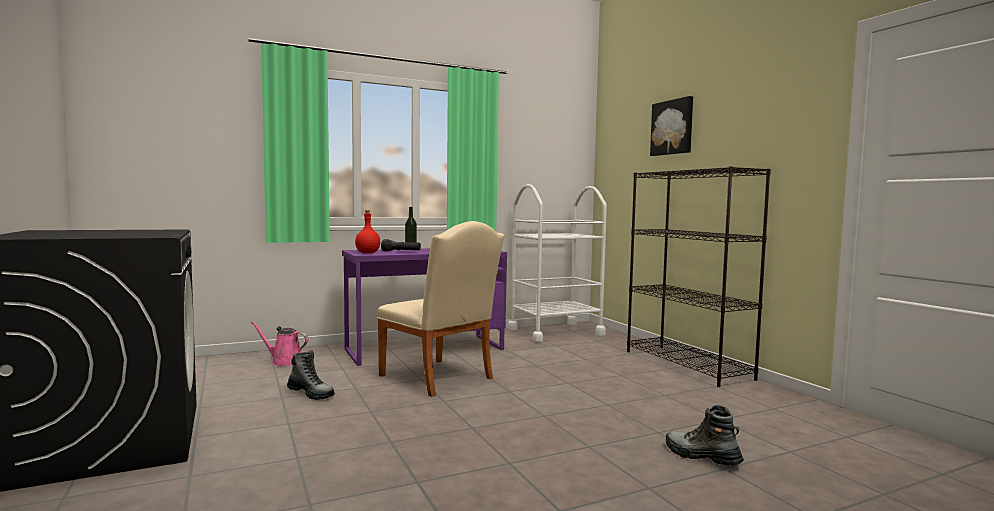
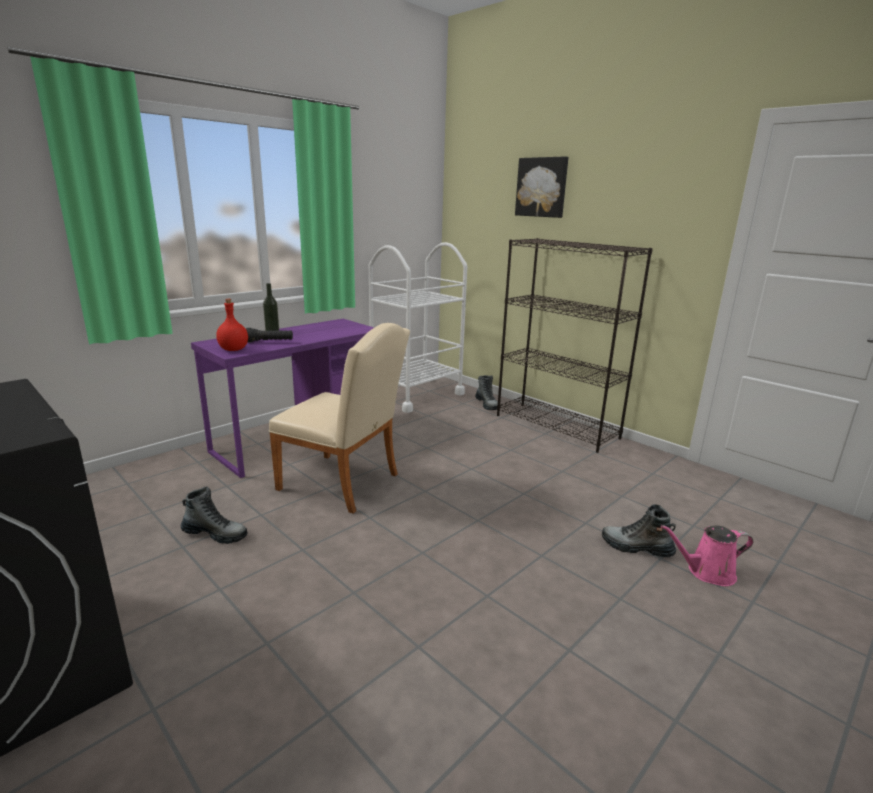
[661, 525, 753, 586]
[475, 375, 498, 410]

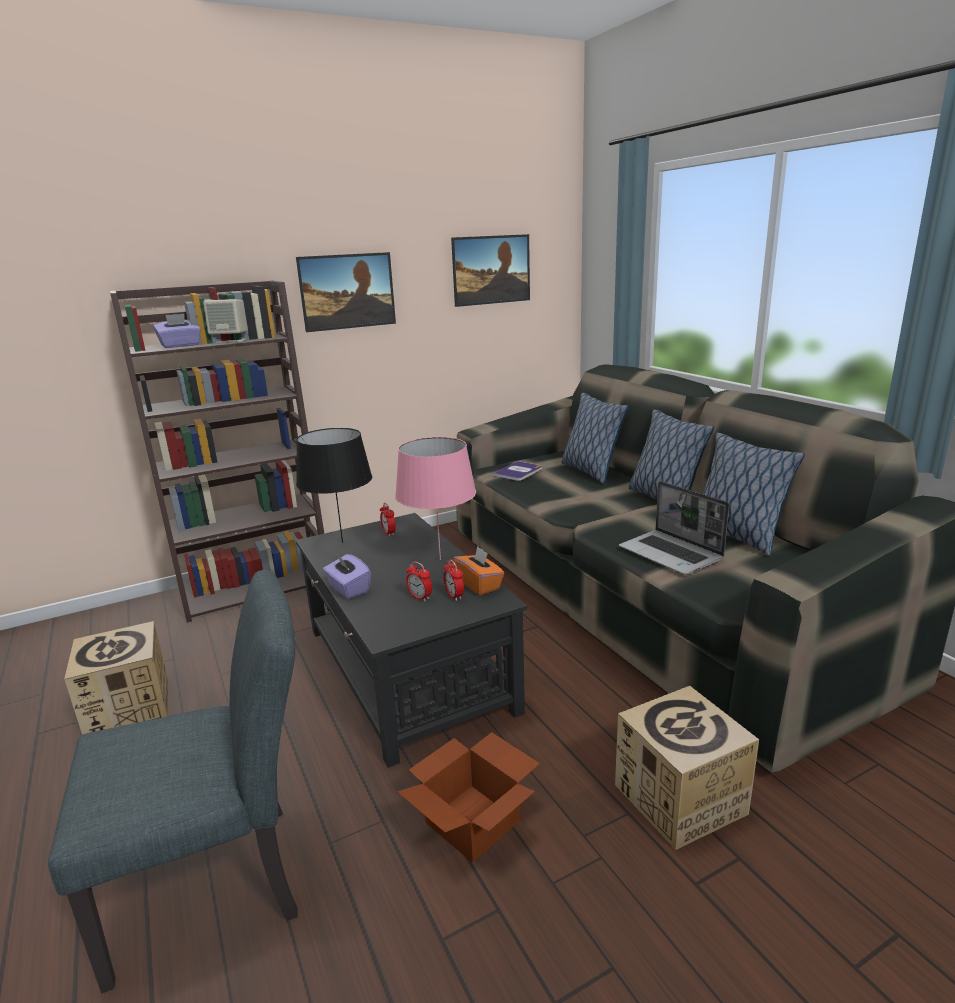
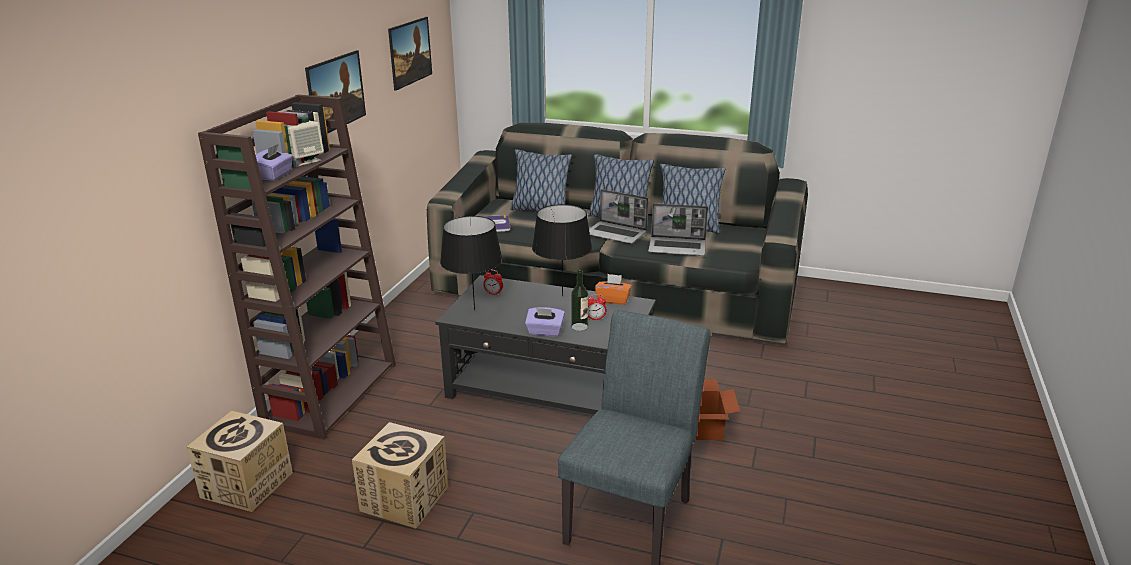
[532, 204, 592, 296]
[444, 559, 464, 601] (first image)
[187, 411, 293, 512]
[571, 270, 588, 331]
[589, 189, 649, 244]

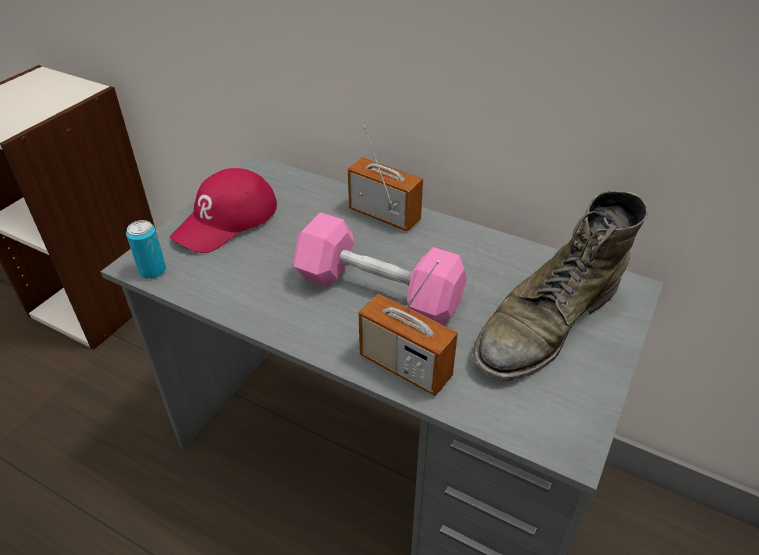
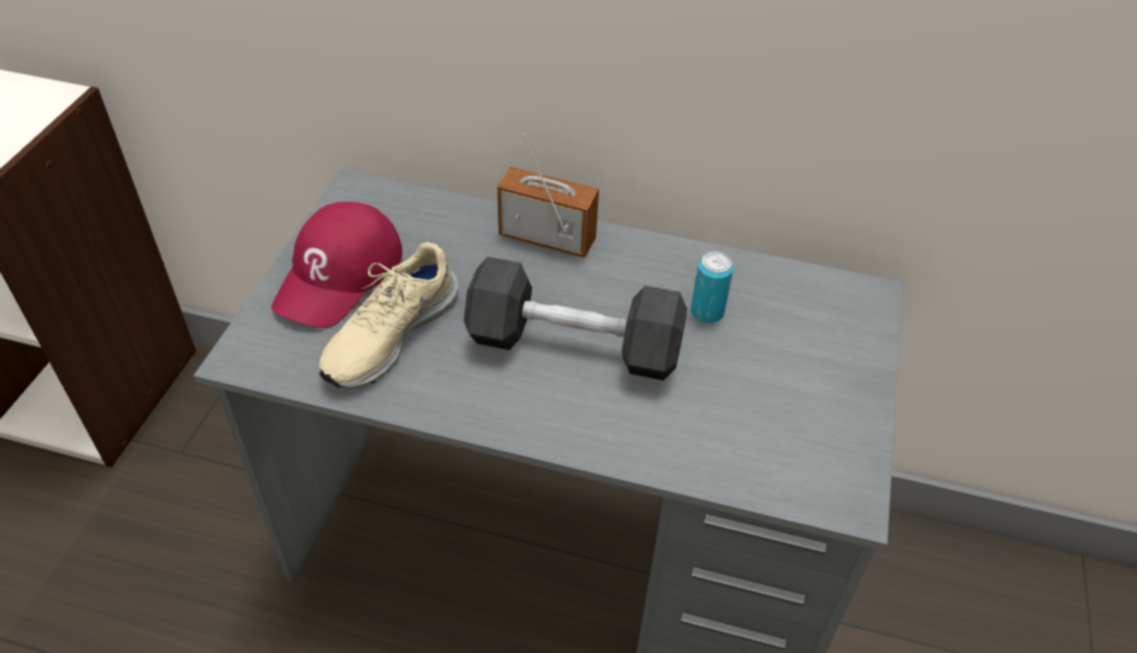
[691, 251, 734, 323]
[464, 257, 687, 381]
[359, 260, 458, 396] (first image)
[472, 191, 648, 382] (first image)
[319, 242, 458, 388]

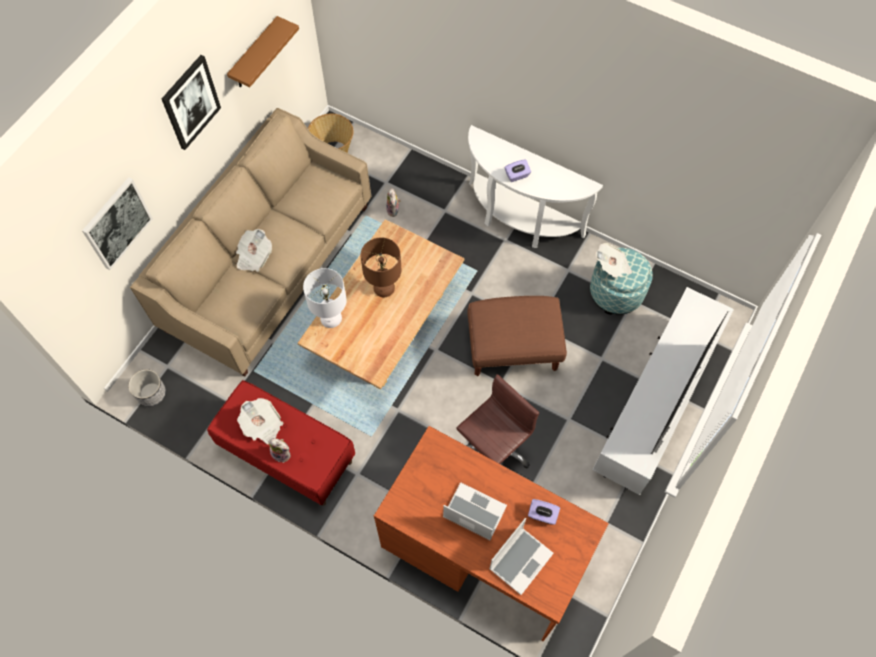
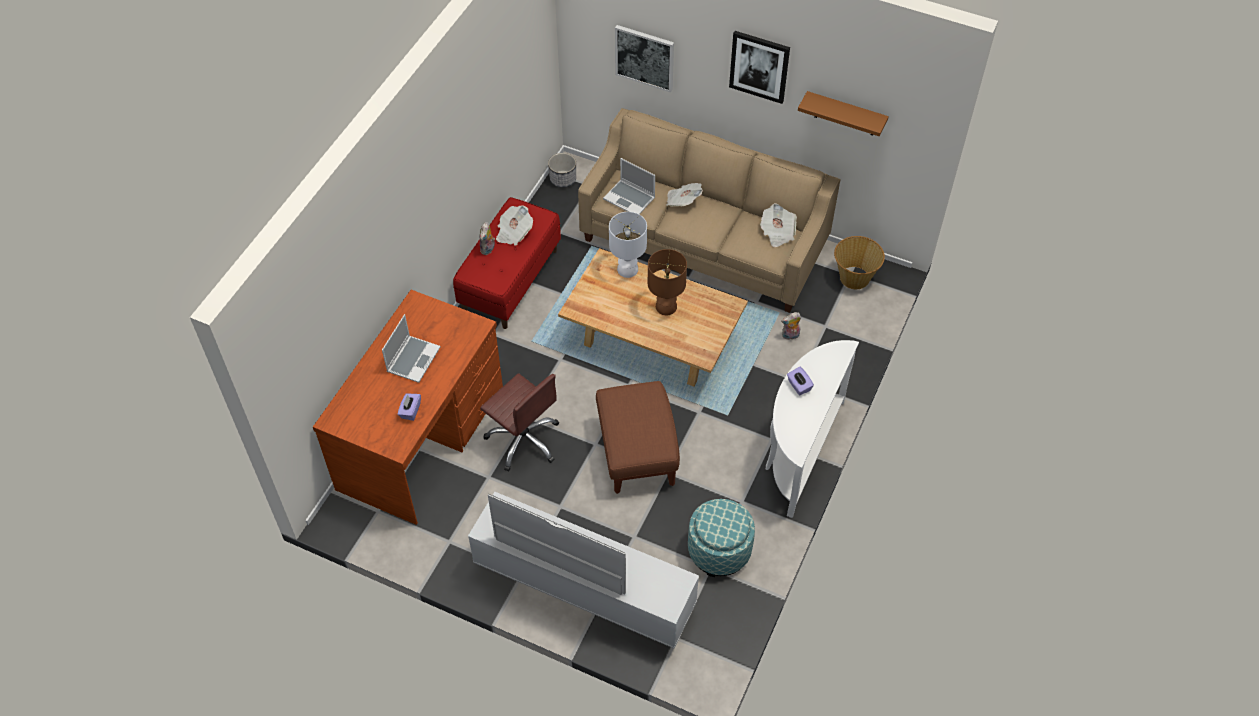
[603, 158, 655, 214]
[760, 203, 797, 247]

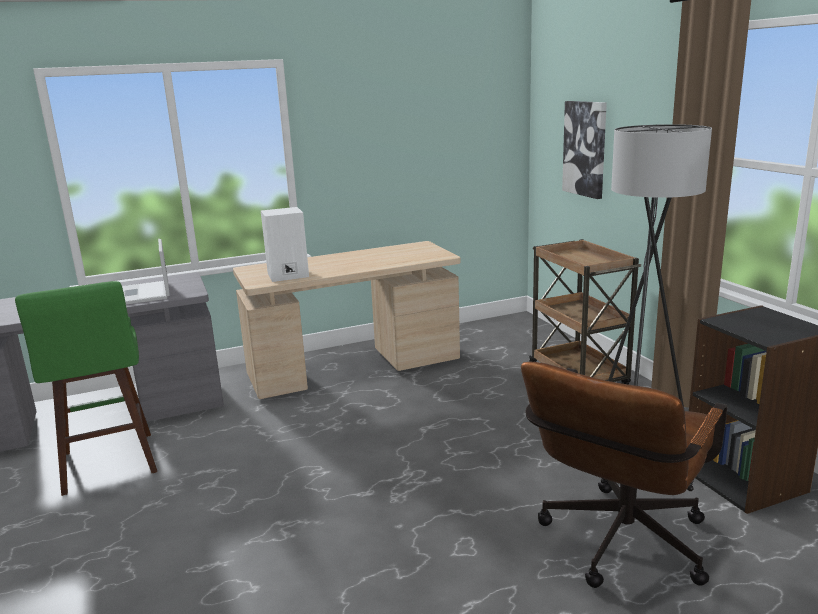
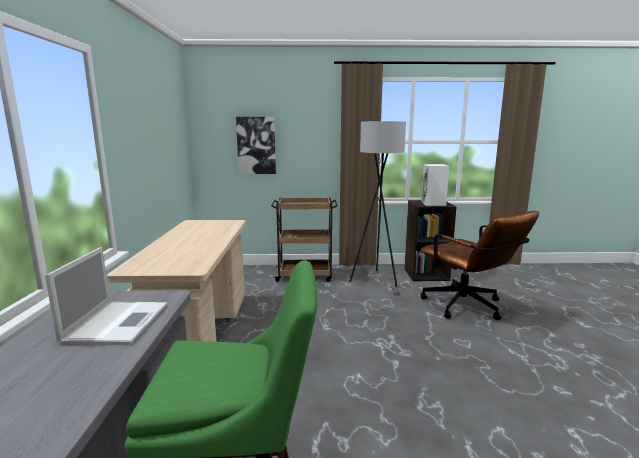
[45, 247, 167, 345]
[421, 164, 449, 206]

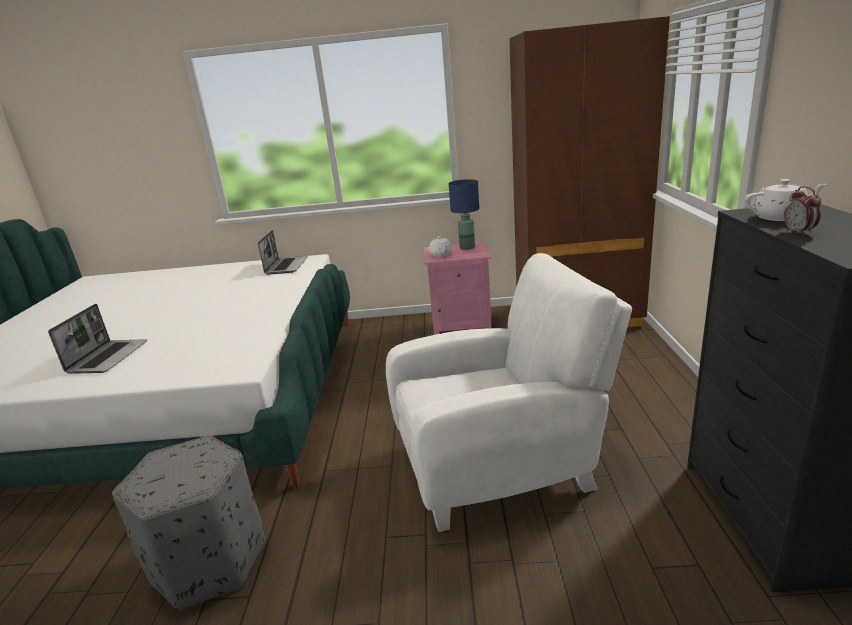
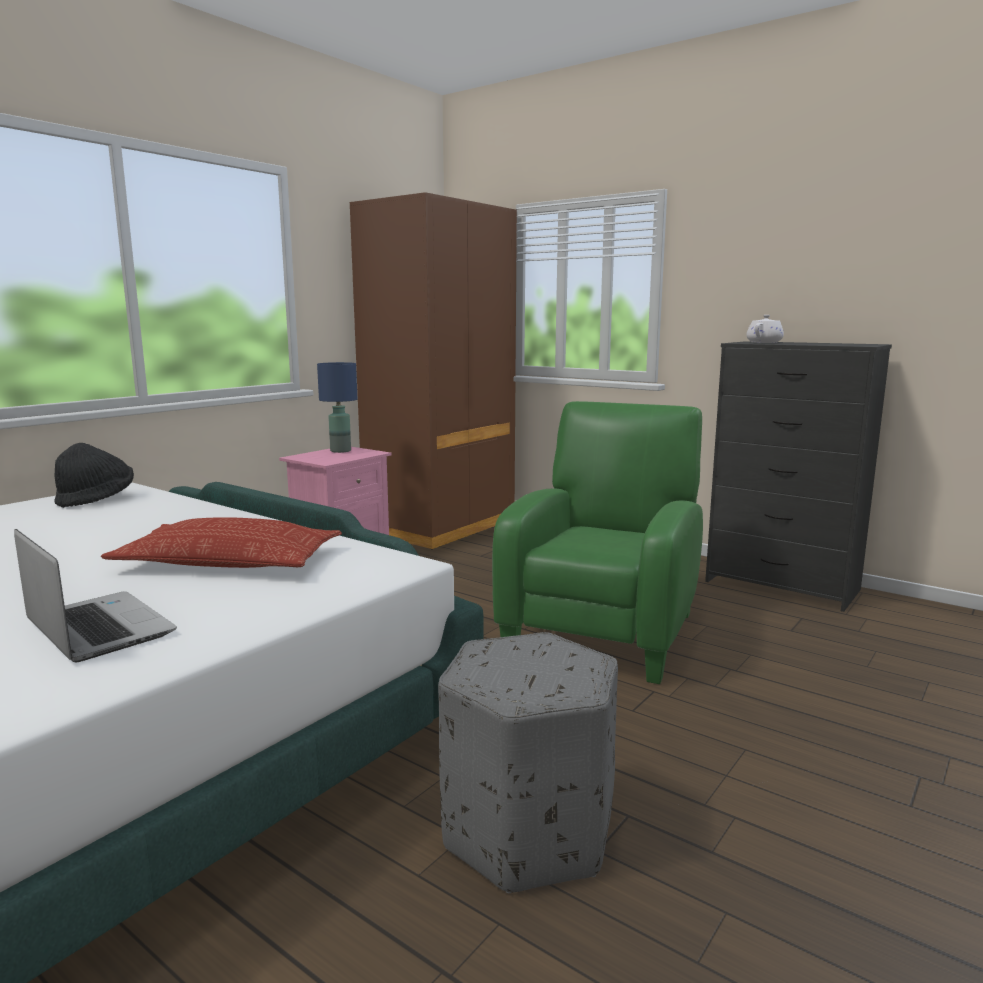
[54, 443, 134, 508]
[492, 401, 703, 684]
[429, 236, 452, 257] (first image)
[784, 186, 821, 235] (first image)
[101, 517, 342, 568]

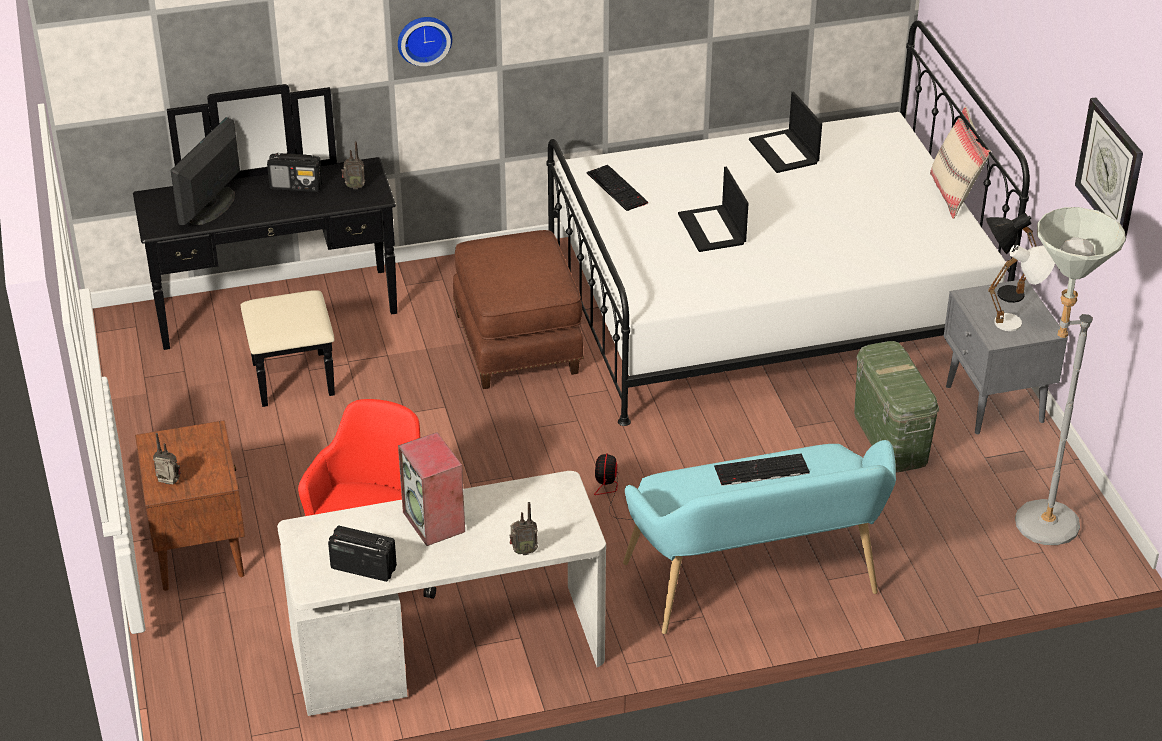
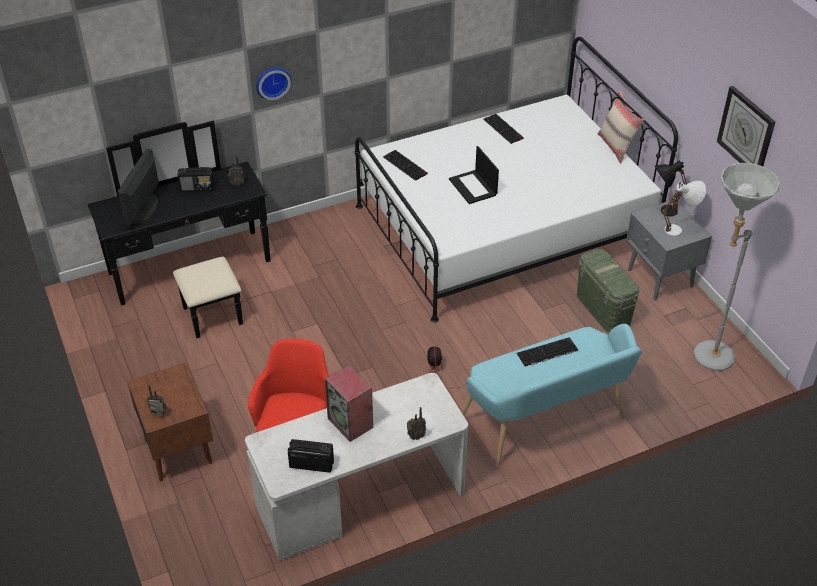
[453, 230, 584, 389] (first image)
[483, 114, 524, 144]

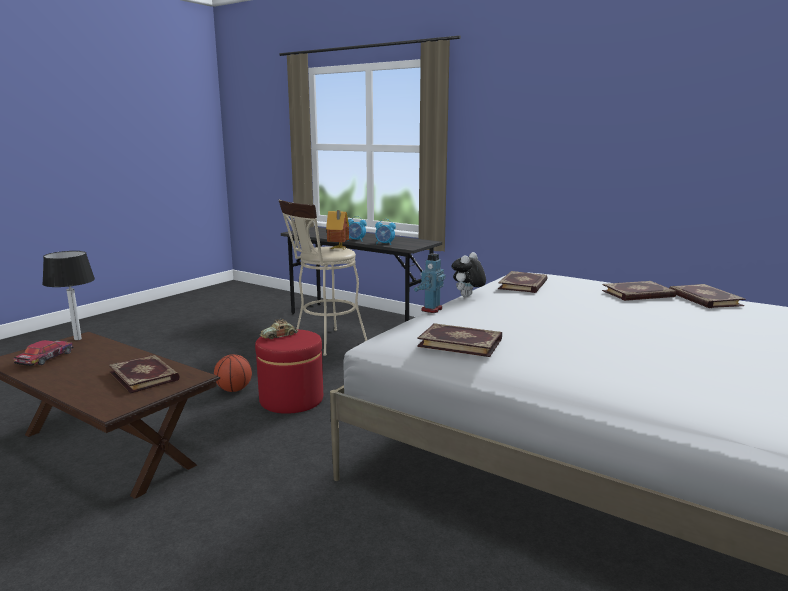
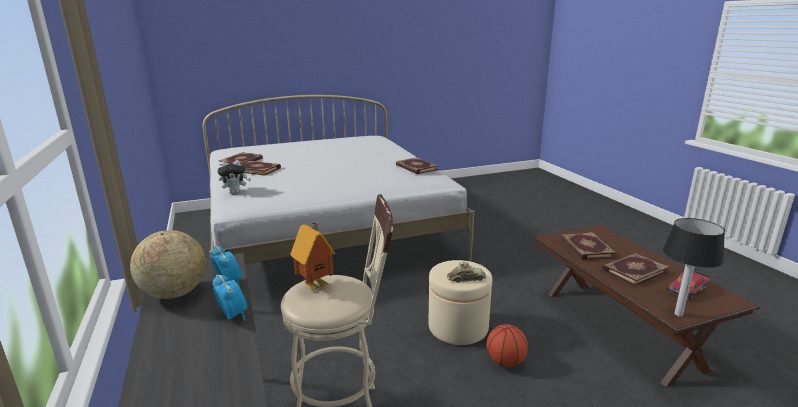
[428, 260, 492, 345]
[414, 253, 445, 313] (first image)
[218, 160, 251, 194]
[602, 253, 669, 287]
[130, 230, 206, 299]

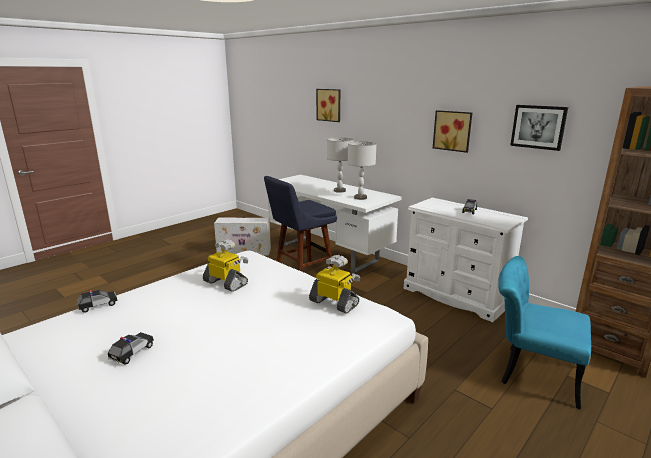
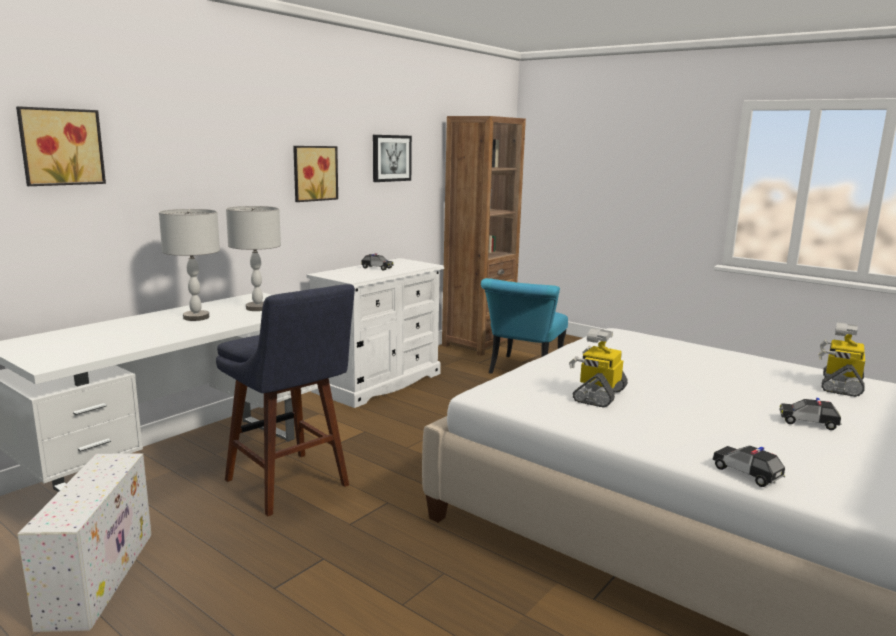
[819, 322, 865, 397]

